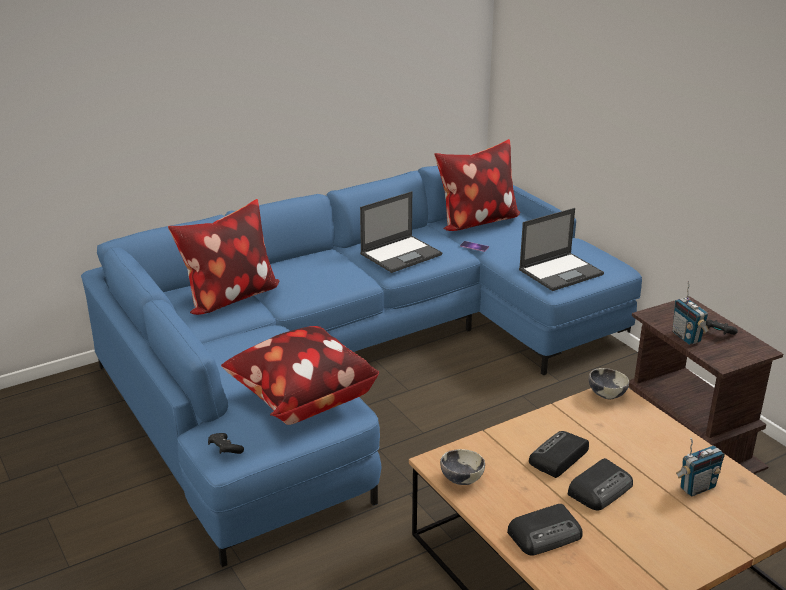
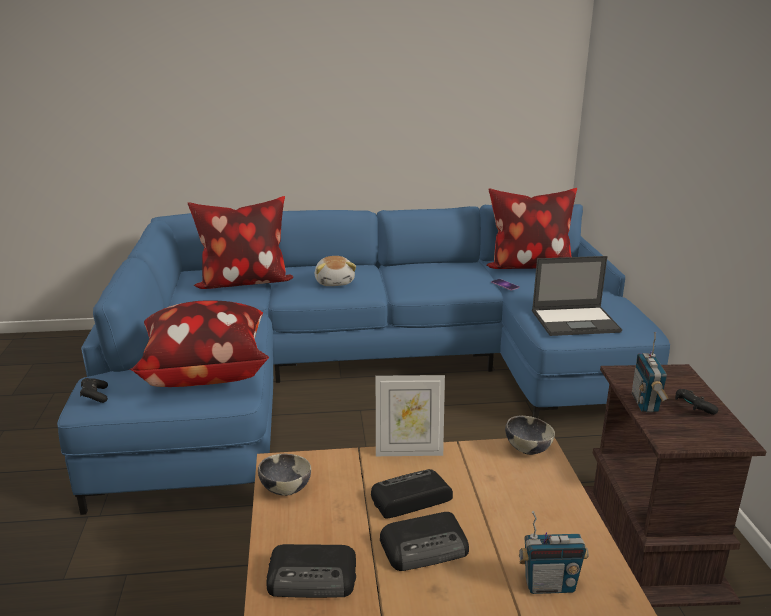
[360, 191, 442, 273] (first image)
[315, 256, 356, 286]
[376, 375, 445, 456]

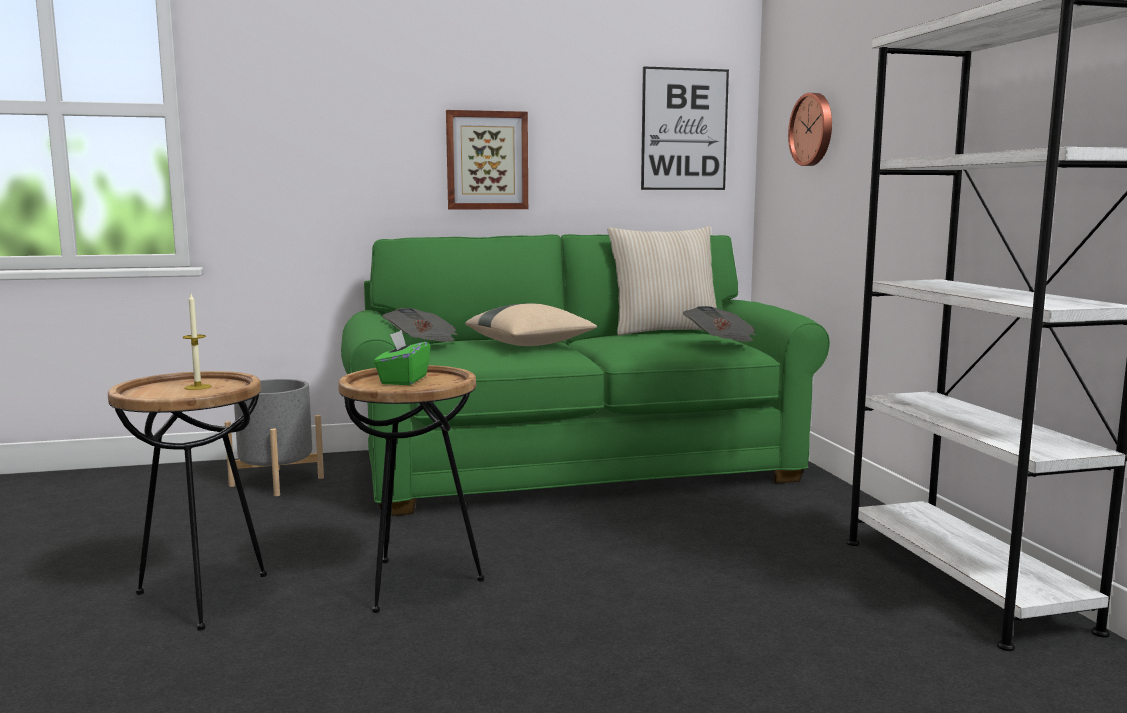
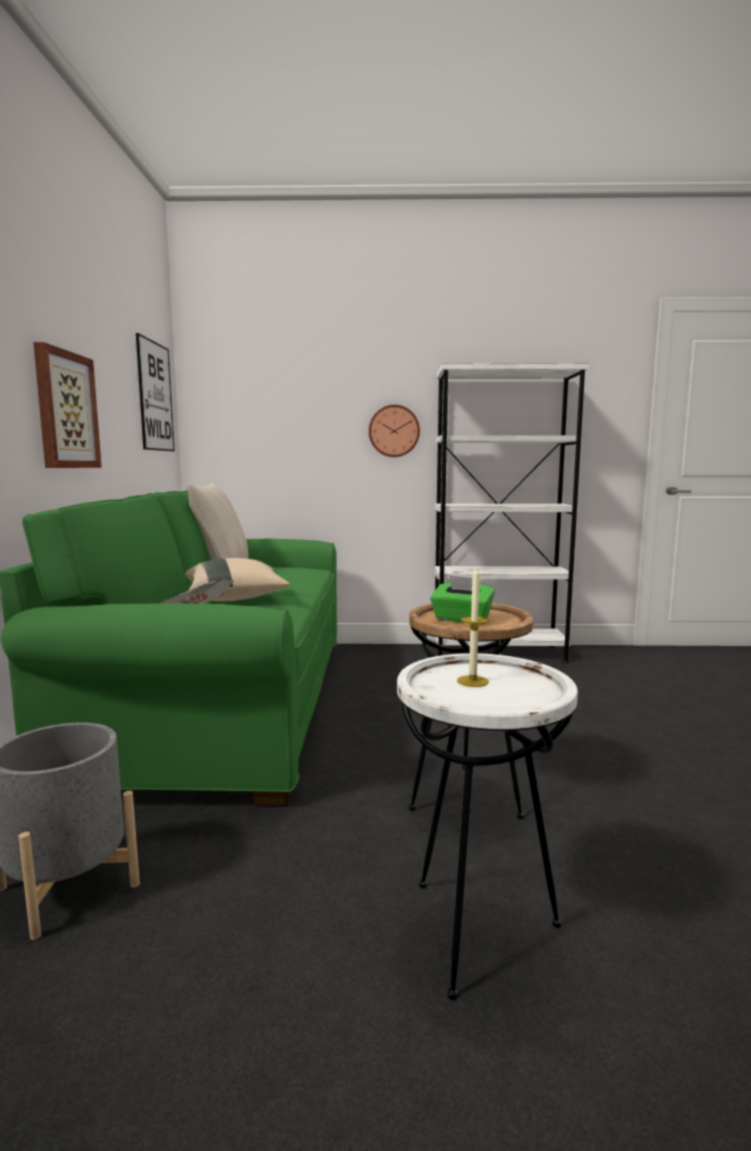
[397, 653, 578, 1000]
[683, 306, 756, 342] (first image)
[369, 405, 420, 457]

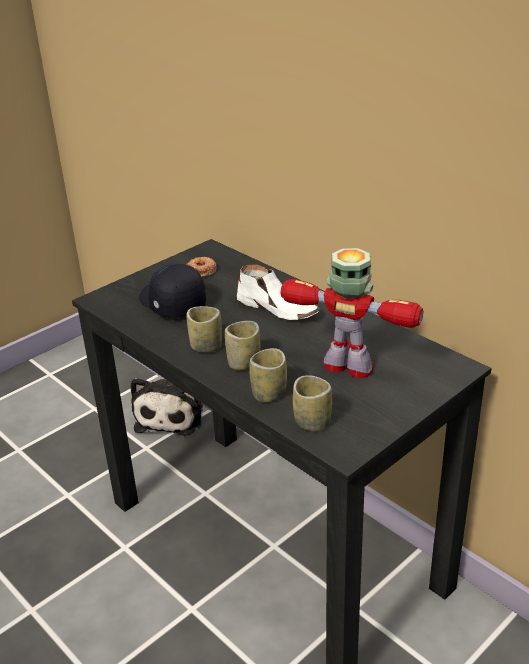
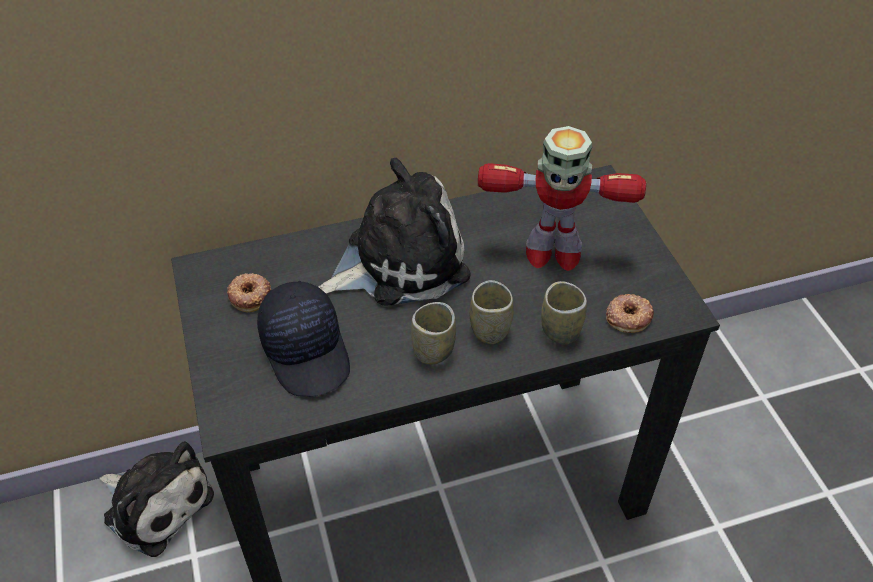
[257, 281, 350, 397]
[319, 158, 471, 306]
[478, 126, 646, 271]
[606, 294, 654, 333]

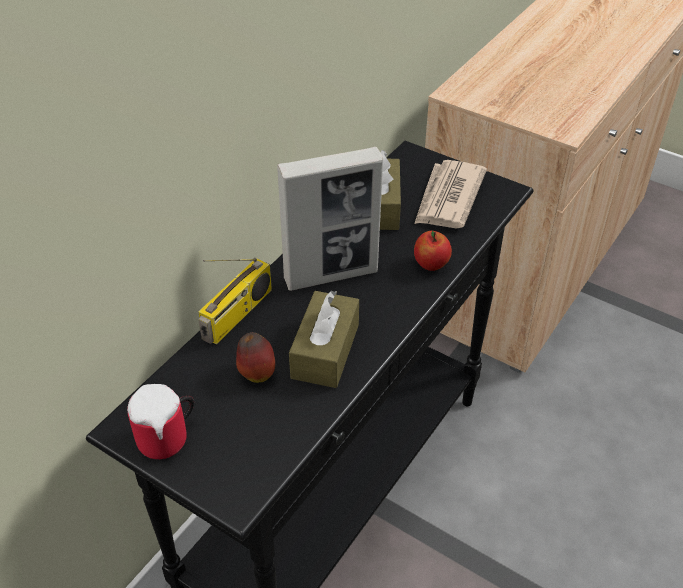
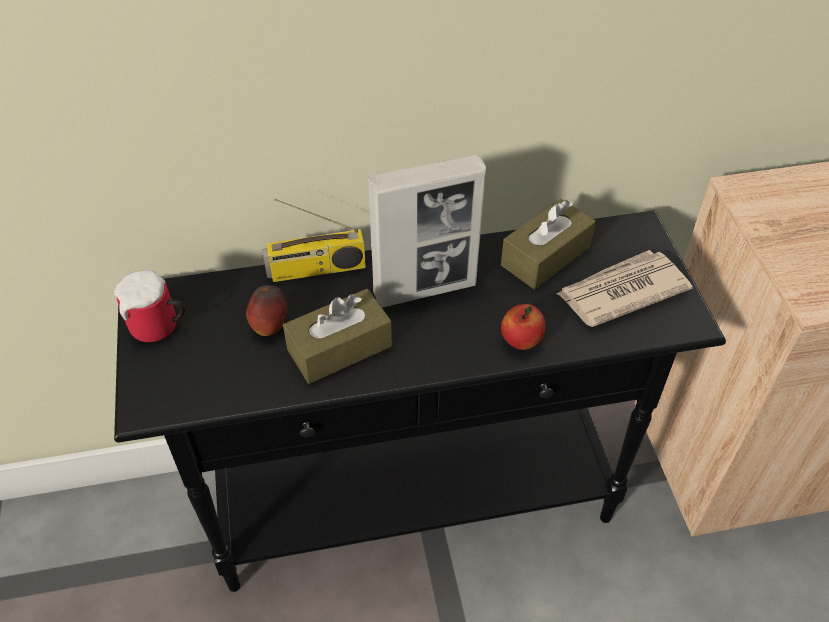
[368, 154, 486, 308]

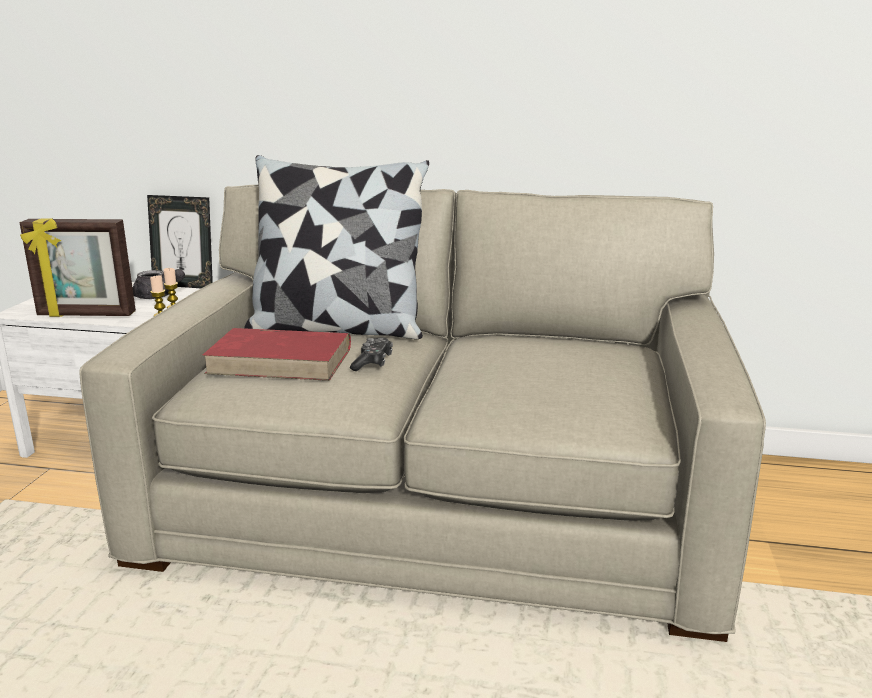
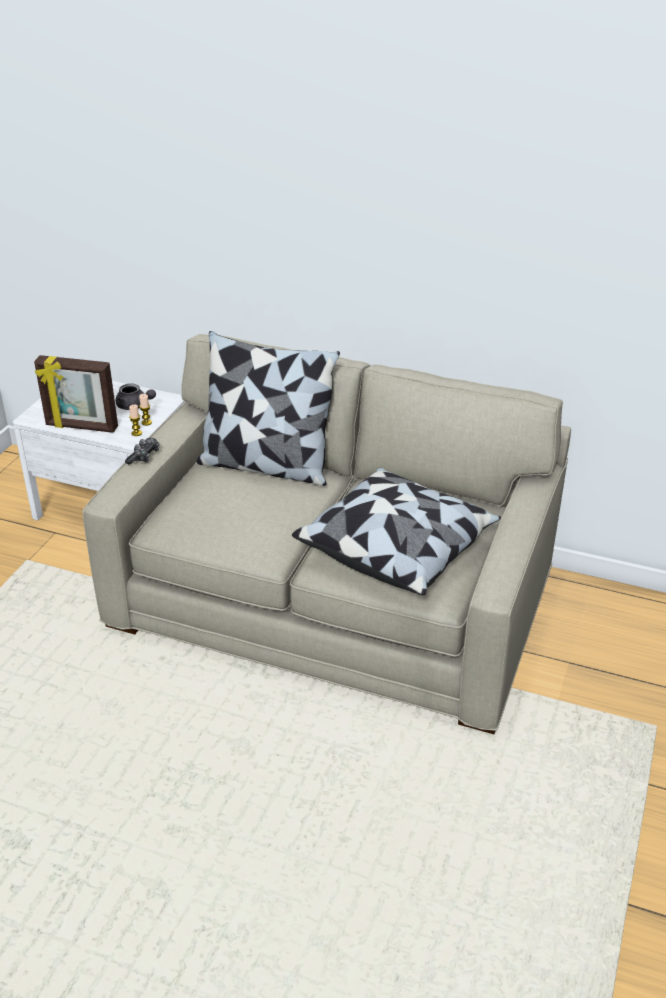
[147, 195, 213, 288] (first image)
[202, 328, 351, 381] (first image)
[125, 438, 160, 465]
[292, 468, 501, 595]

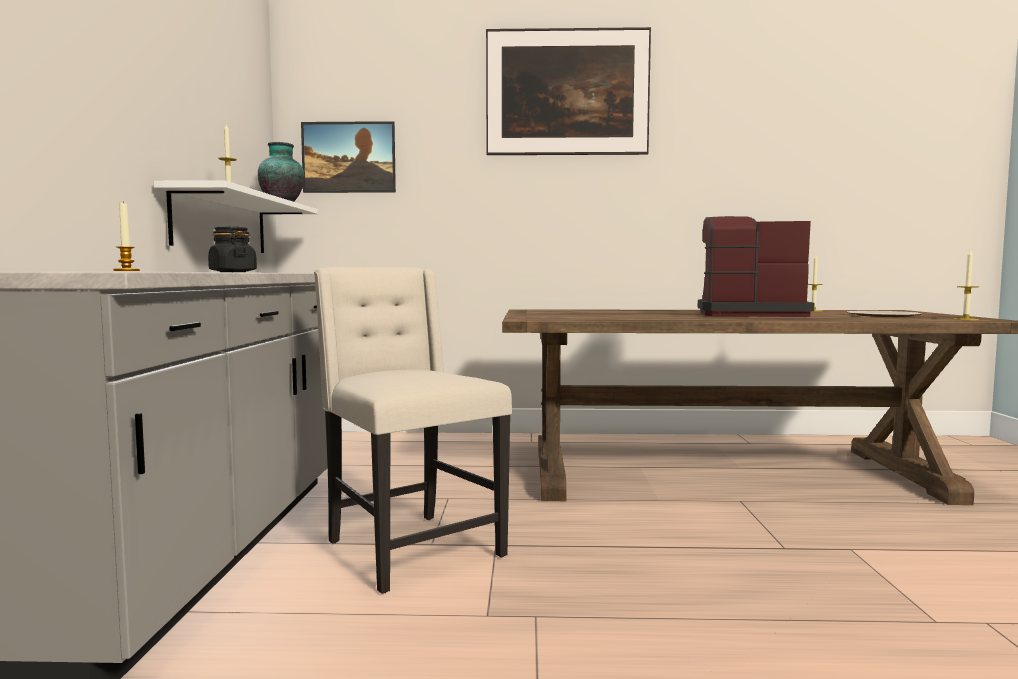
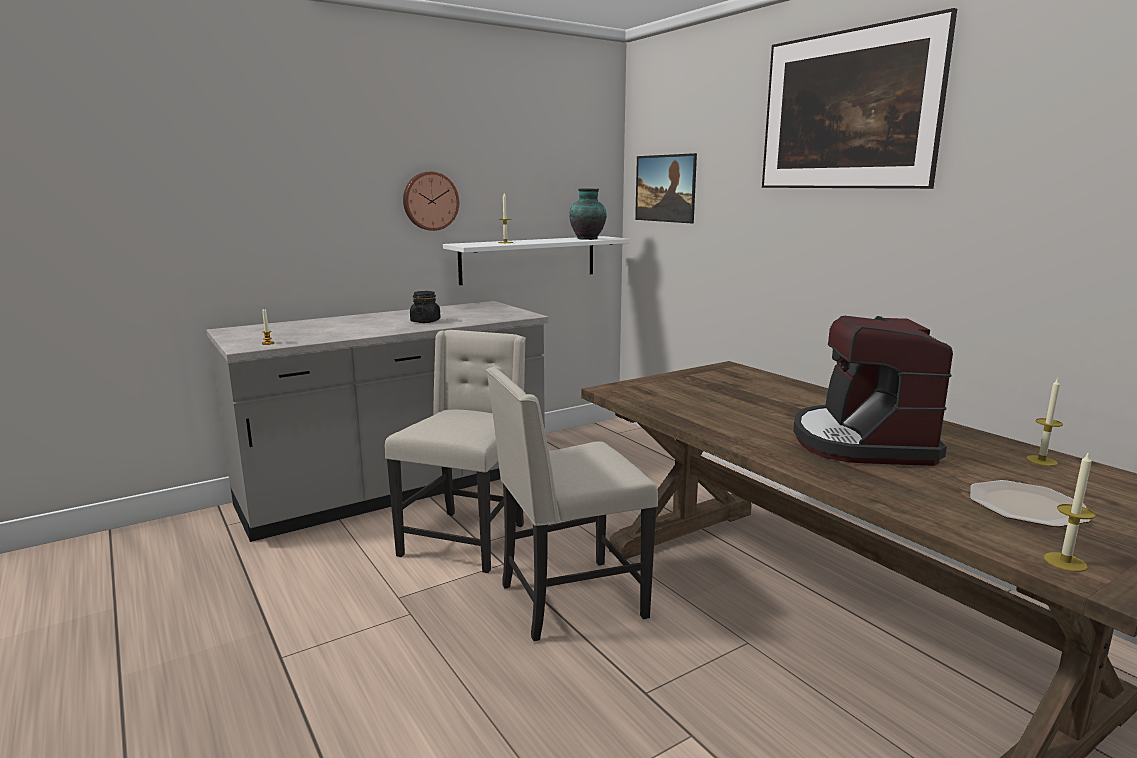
[793, 316, 953, 466]
[403, 172, 459, 231]
[486, 366, 658, 641]

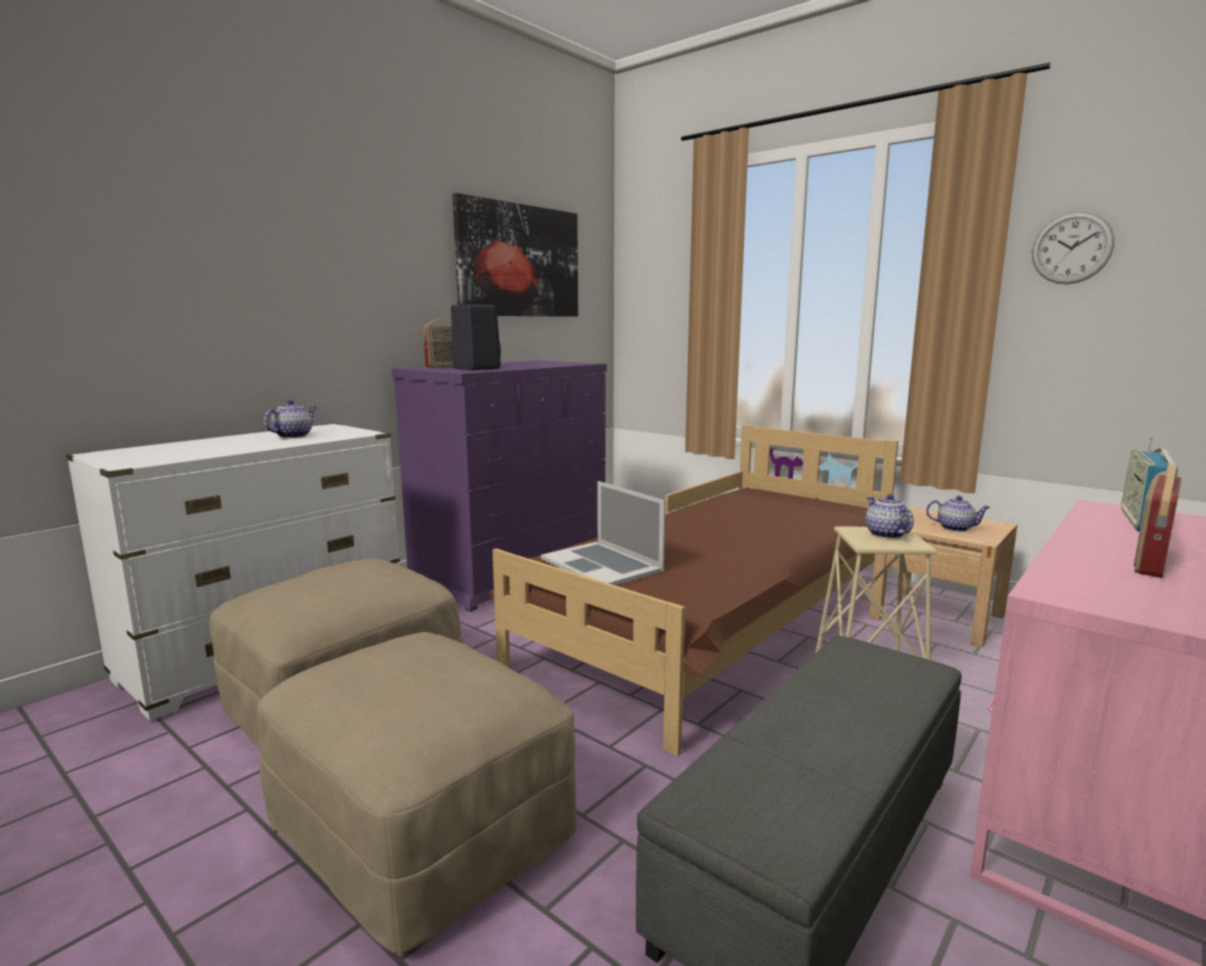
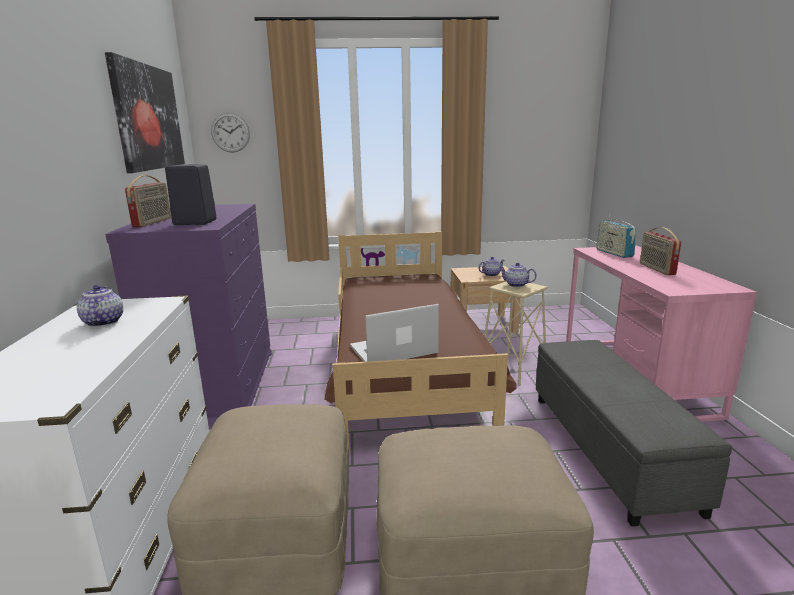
[350, 304, 439, 362]
[211, 113, 250, 153]

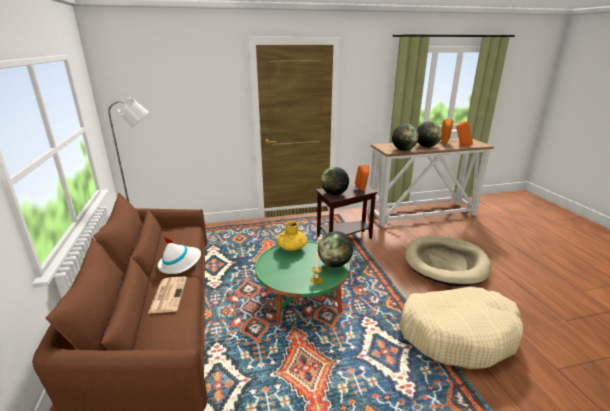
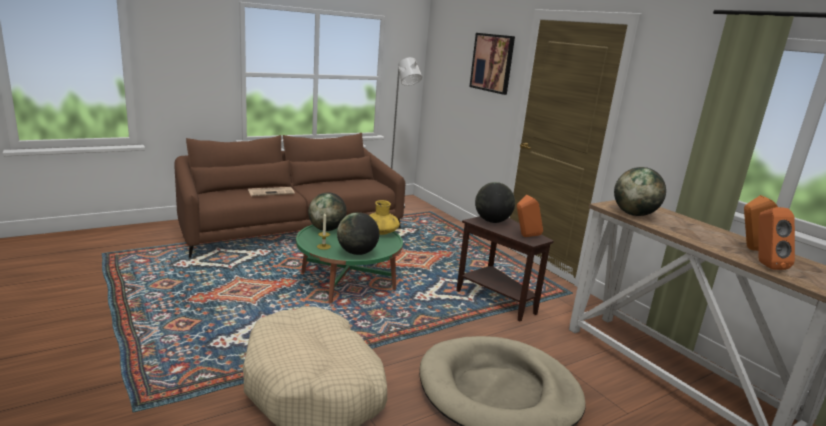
[158, 236, 201, 274] (first image)
[308, 192, 347, 231]
[469, 33, 515, 95]

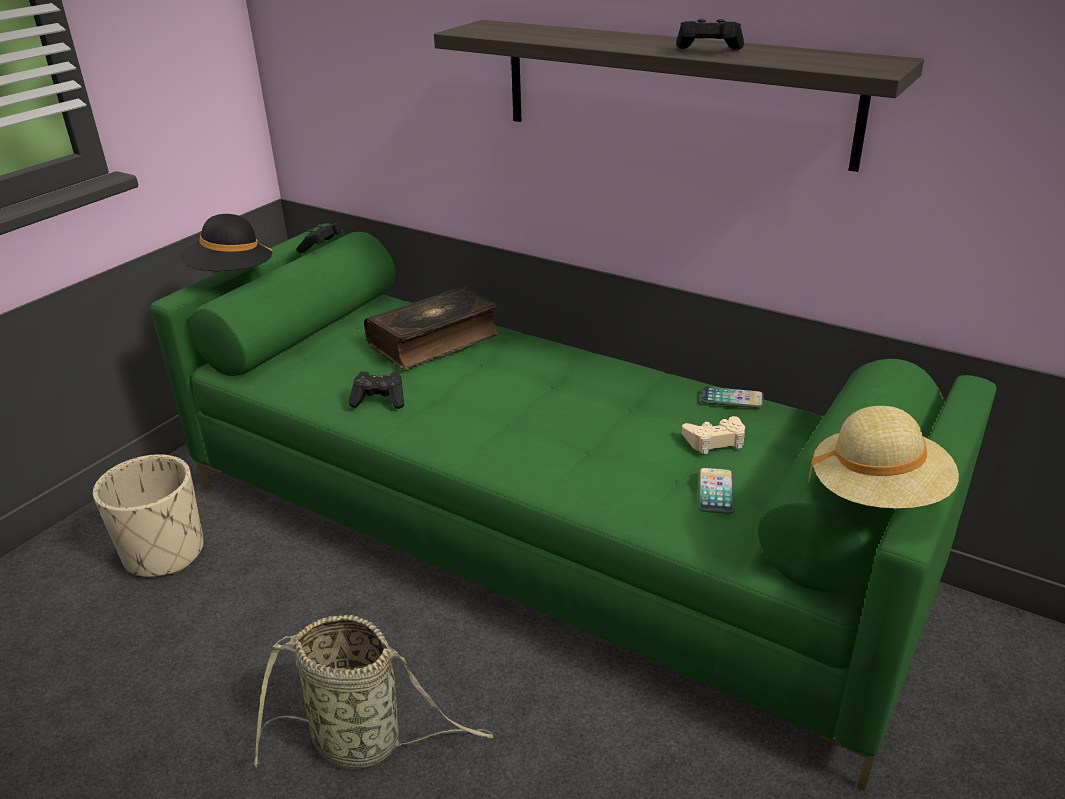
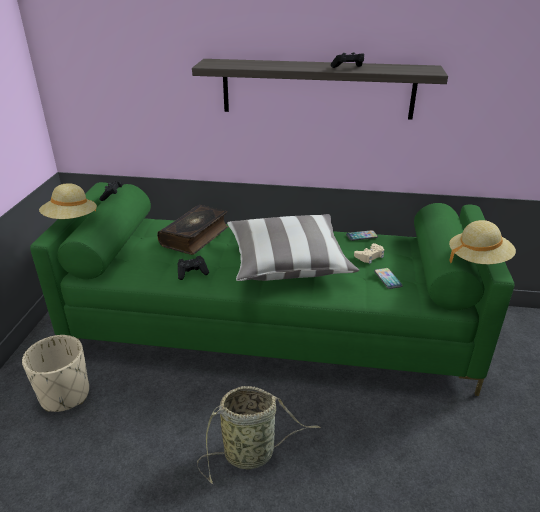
[39, 183, 97, 219]
[227, 214, 359, 281]

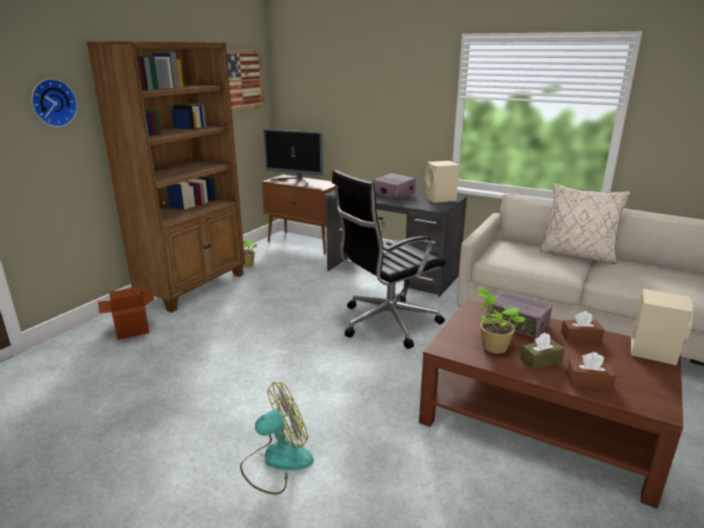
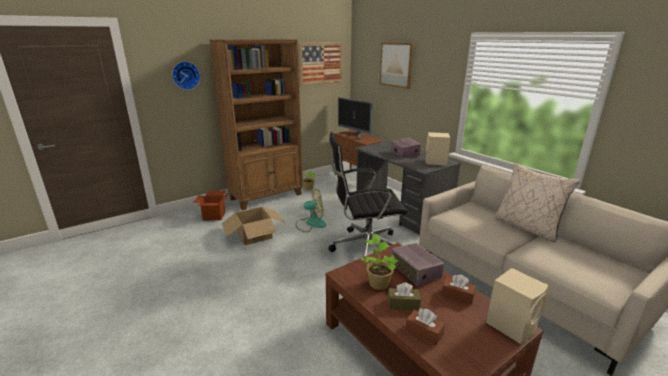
[296, 189, 326, 232]
[222, 207, 285, 245]
[380, 42, 414, 89]

